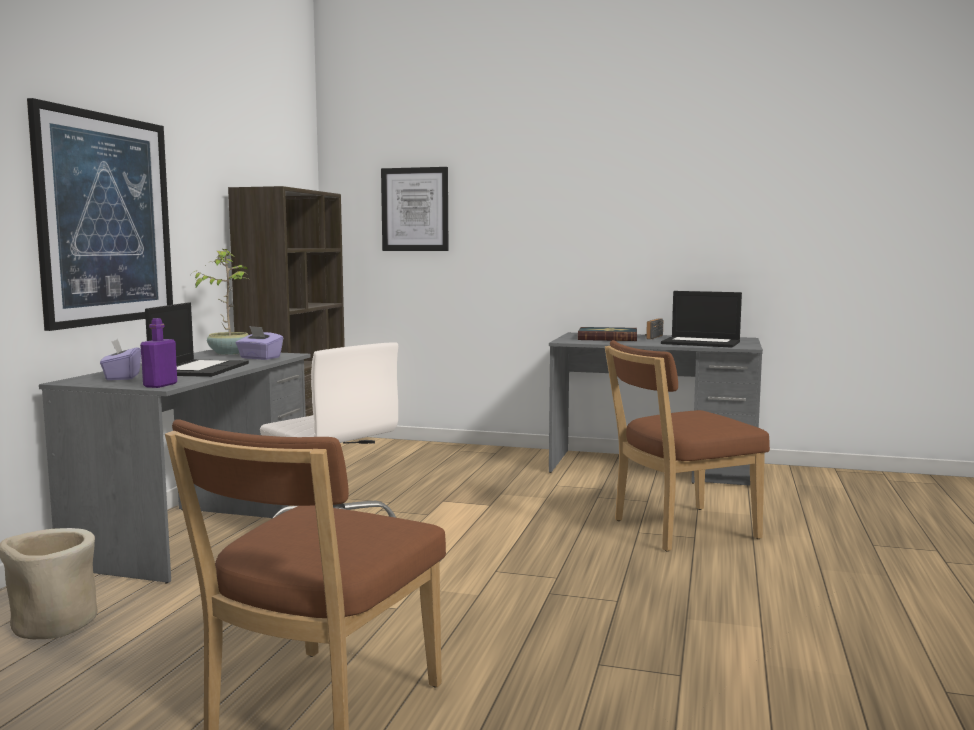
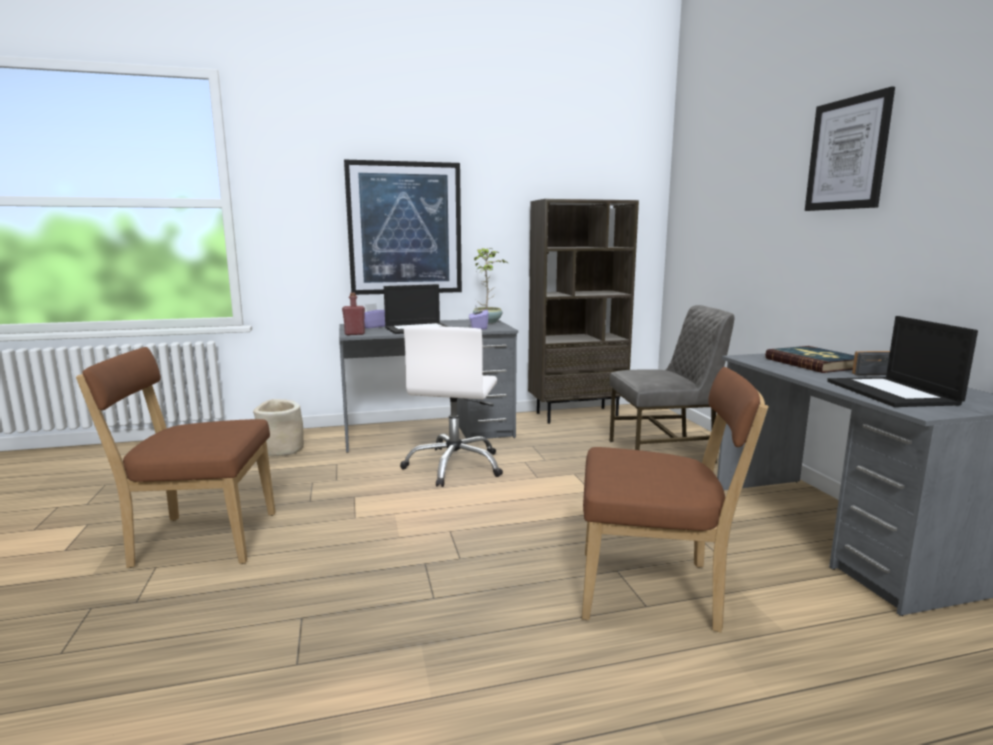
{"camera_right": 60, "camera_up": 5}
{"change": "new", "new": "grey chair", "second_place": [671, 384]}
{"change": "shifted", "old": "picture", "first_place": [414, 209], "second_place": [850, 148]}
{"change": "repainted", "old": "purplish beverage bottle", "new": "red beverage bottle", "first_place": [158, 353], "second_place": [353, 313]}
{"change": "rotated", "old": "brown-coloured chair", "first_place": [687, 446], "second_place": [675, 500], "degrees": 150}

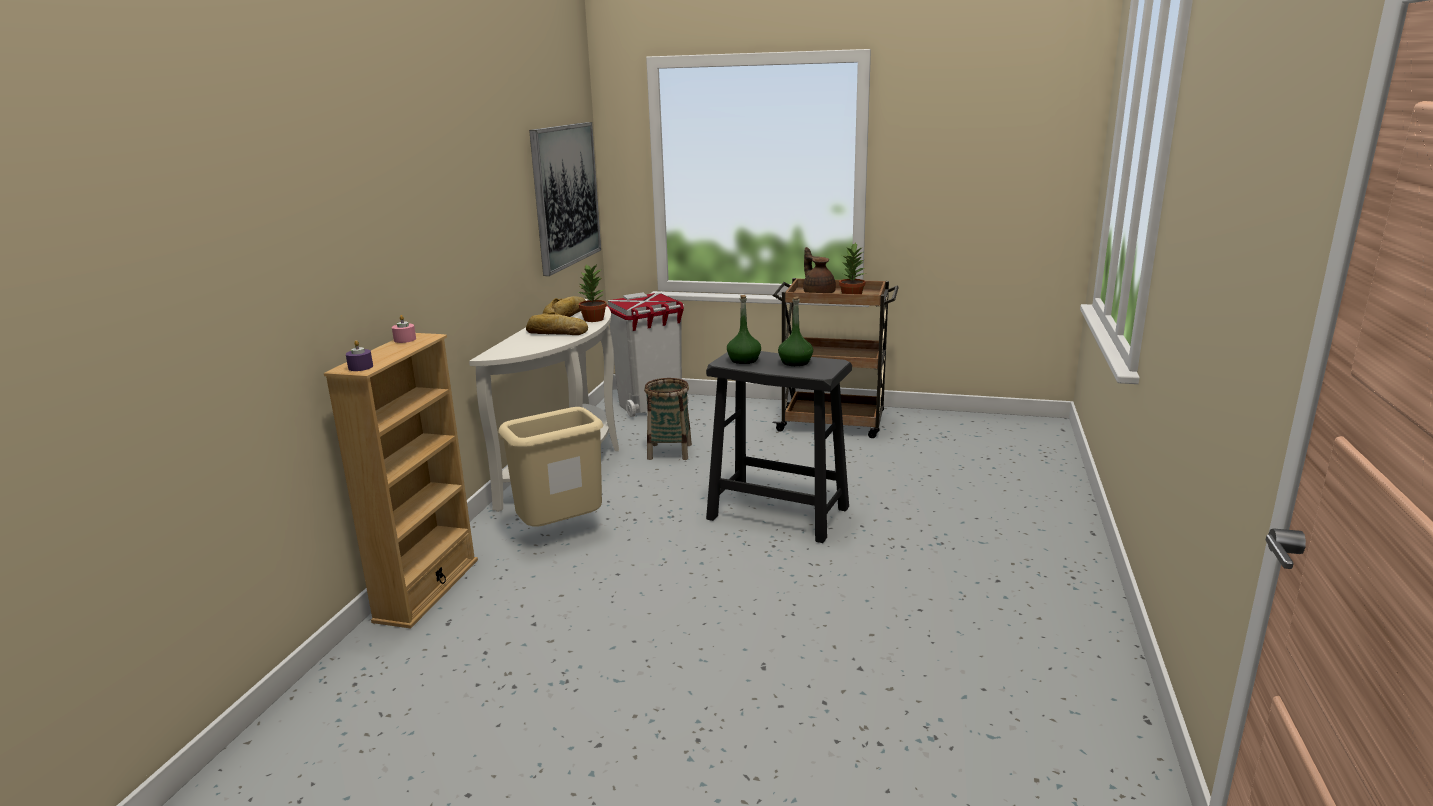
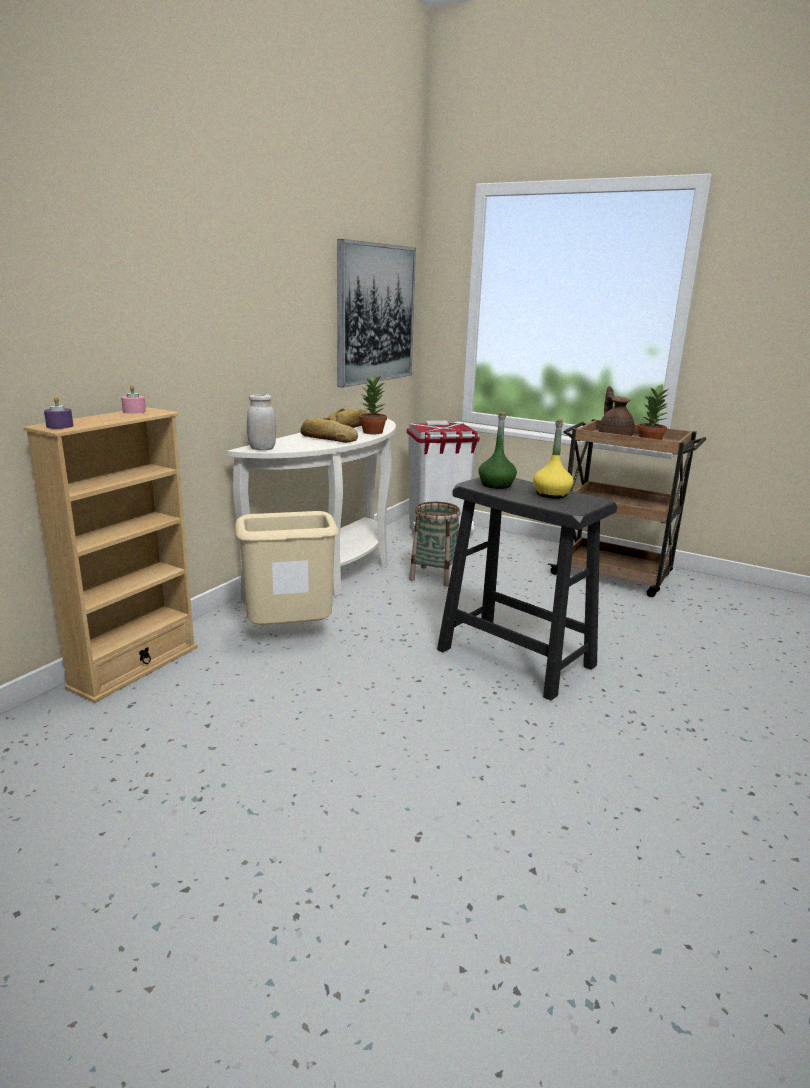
{"camera_right": 15, "camera_up": 0}
{"change": "new", "new": "whitish storage jar", "second_place": [261, 422]}
{"change": "repainted", "old": "greenish beverage bottle", "new": "yellowish beverage bottle", "first_place": [795, 331], "second_place": [553, 458]}

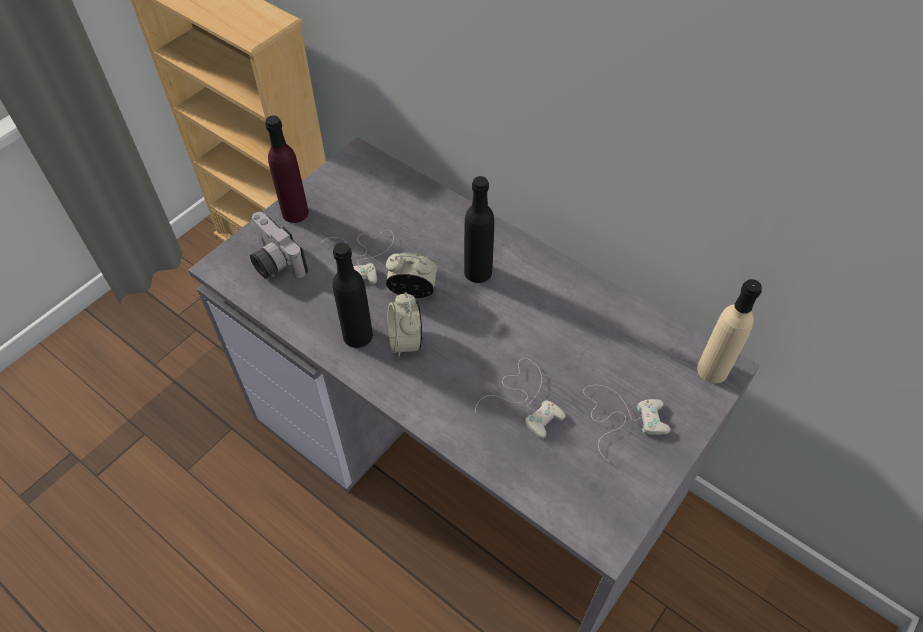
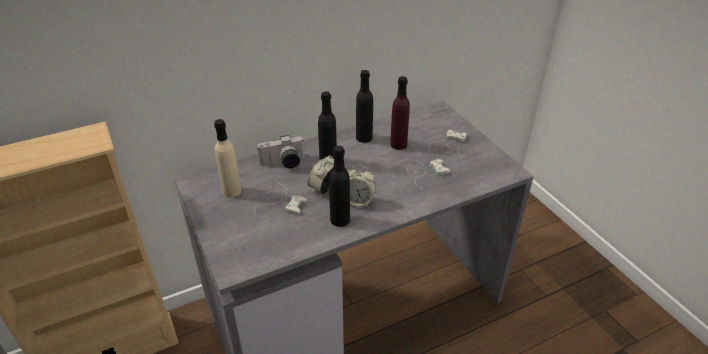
{"camera_right": -65, "camera_up": -15}
{"change": "new", "new": "black beverage bottle", "second_place": [364, 106]}
{"change": "shifted", "old": "still camera", "first_place": [279, 245], "second_place": [280, 151]}
{"change": "shifted", "old": "purplish beverage bottle", "first_place": [287, 169], "second_place": [400, 113]}
{"change": "shifted", "old": "beige beverage bottle", "first_place": [729, 331], "second_place": [227, 158]}

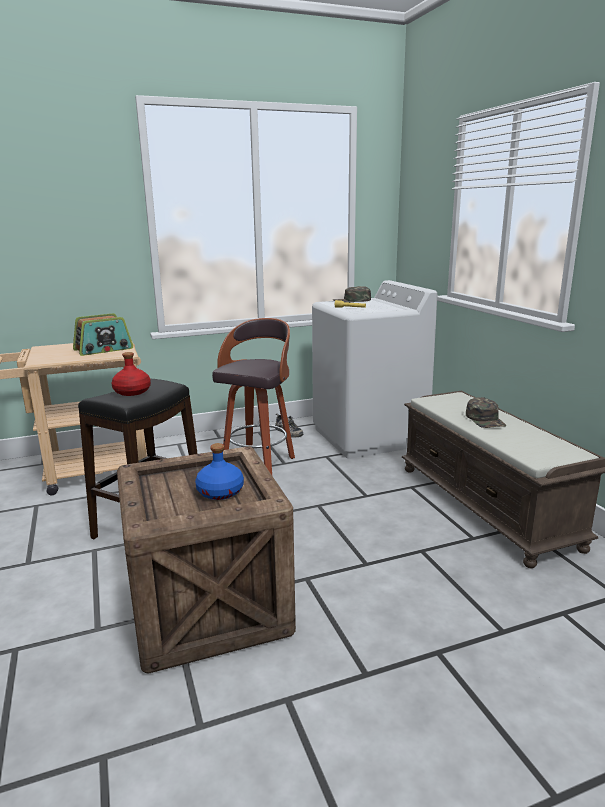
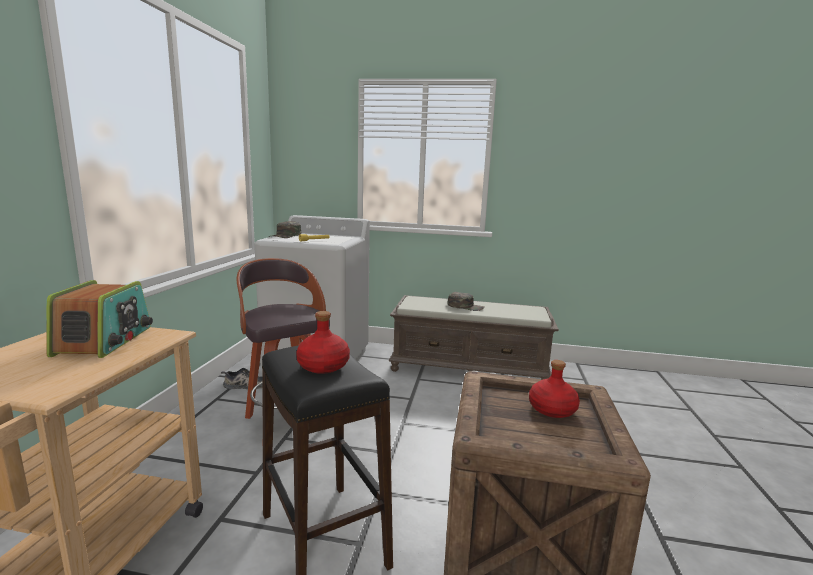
{"camera_right": -60, "camera_up": -5}
{"change": "repainted", "old": "blue-coloured beverage bottle", "new": "red beverage bottle", "first_place": [219, 471], "second_place": [554, 389]}

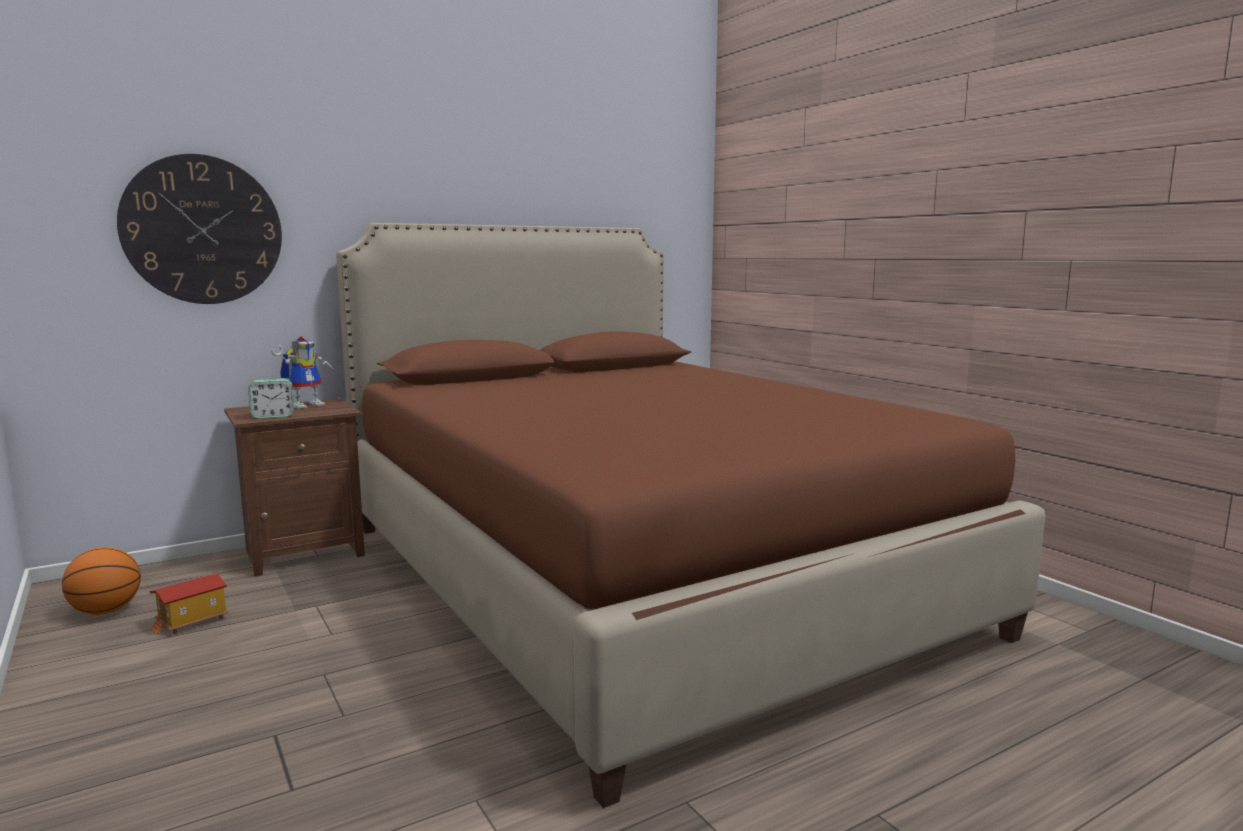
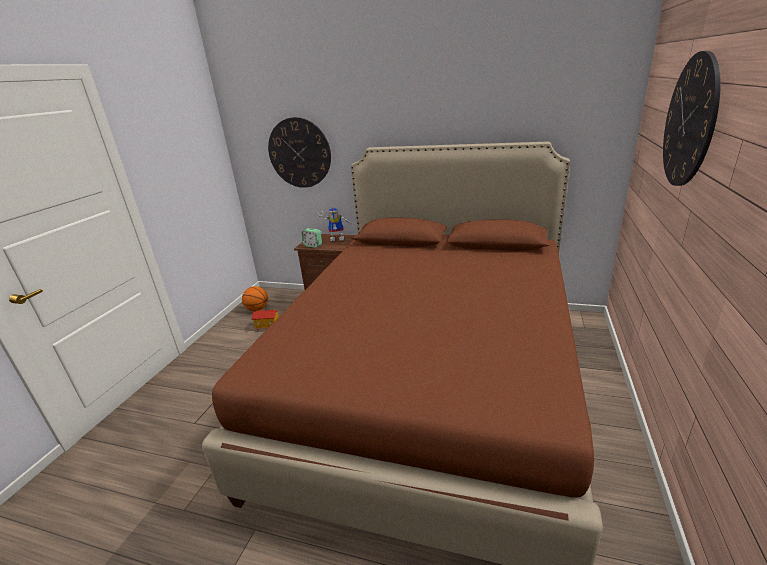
{"camera_right": 50, "camera_up": 15}
{"change": "new", "new": "clock on the wall", "second_place": [692, 118]}

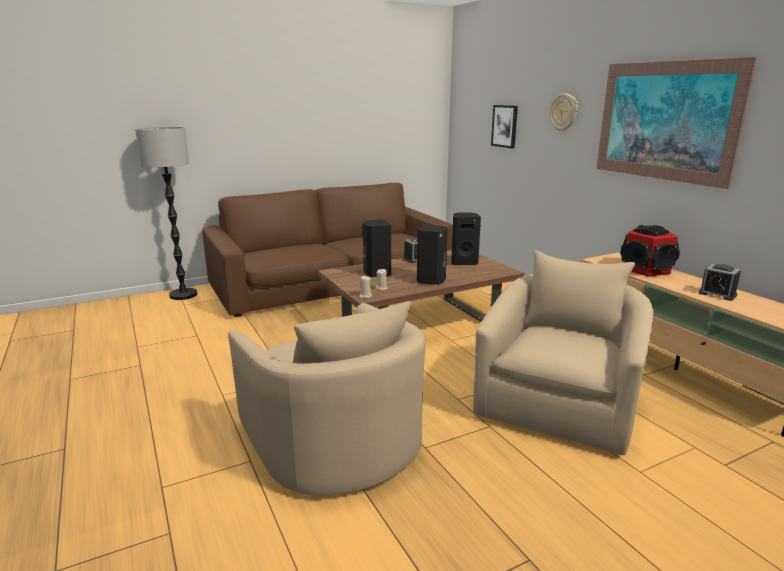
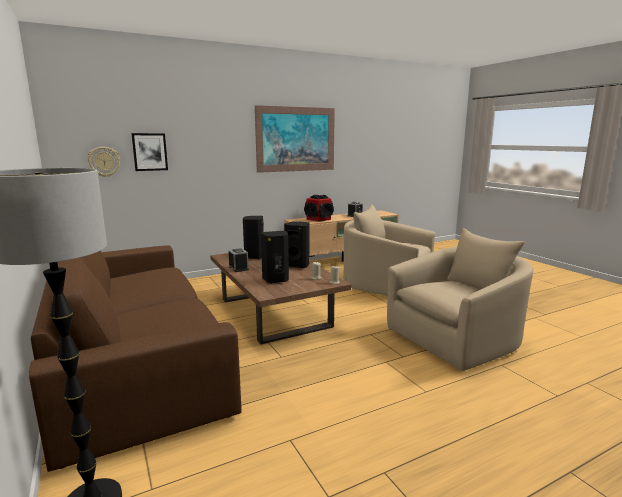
{"camera_right": -90, "camera_up": -5}
{"change": "shifted", "old": "clock on the wall", "first_place": [564, 112], "second_place": [103, 162]}

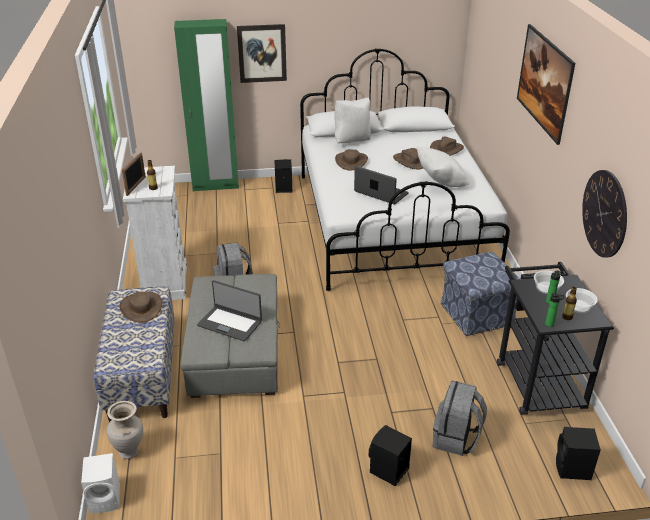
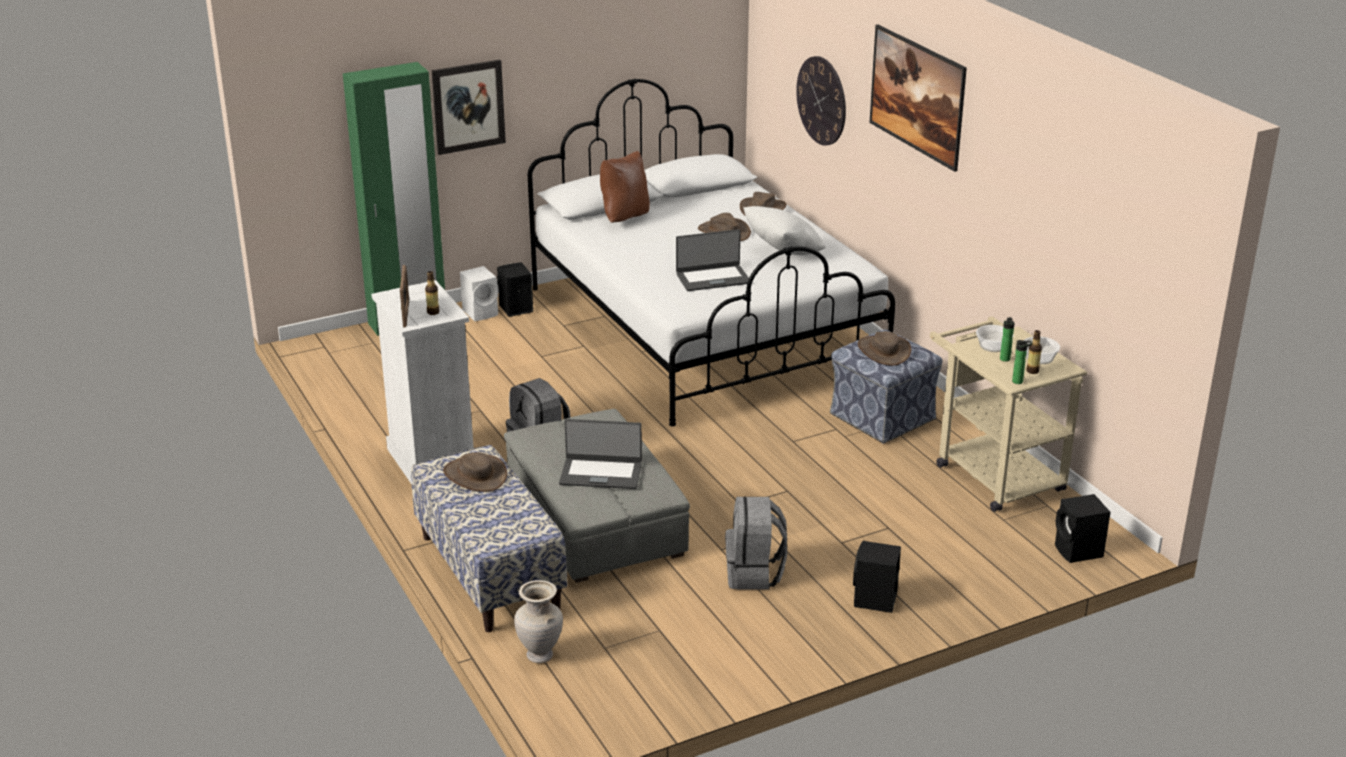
{"camera_right": -20, "camera_up": -5}
{"change": "shifted", "old": "whitish audio speaker", "first_place": [100, 483], "second_place": [479, 293]}
{"change": "shifted", "old": "brown-coloured wearable hat", "first_place": [351, 160], "second_place": [884, 348]}
{"change": "shifted", "old": "grey knapsack", "first_place": [460, 418], "second_place": [756, 543]}
{"change": "shifted", "old": "clock on the wall", "first_place": [604, 214], "second_place": [821, 101]}
{"change": "repainted", "old": "whitish cushion", "new": "brown-coloured cushion", "first_place": [352, 120], "second_place": [625, 187]}
{"change": "repainted", "old": "black wheeled cart", "new": "beige wheeled cart", "first_place": [555, 338], "second_place": [1008, 414]}
{"change": "rotated", "old": "portable computer", "first_place": [381, 185], "second_place": [712, 260], "degrees": 150}

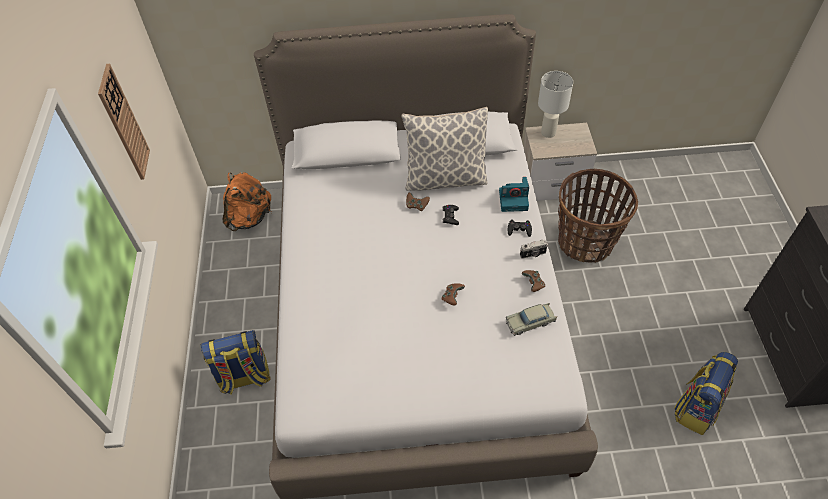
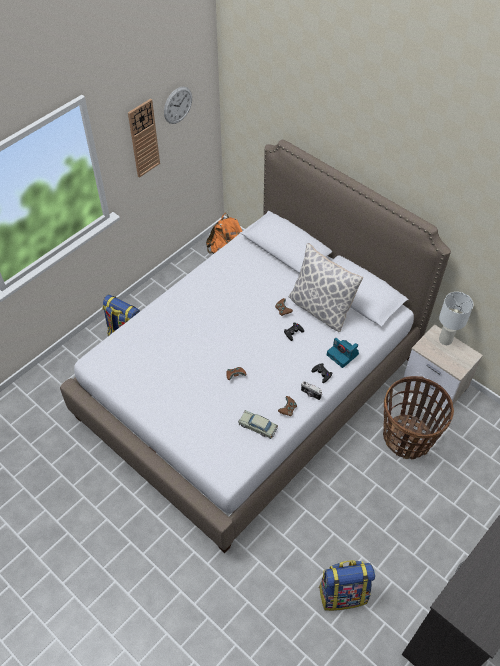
{"camera_right": 45, "camera_up": 0}
{"change": "new", "new": "clock on the wall", "second_place": [178, 105]}

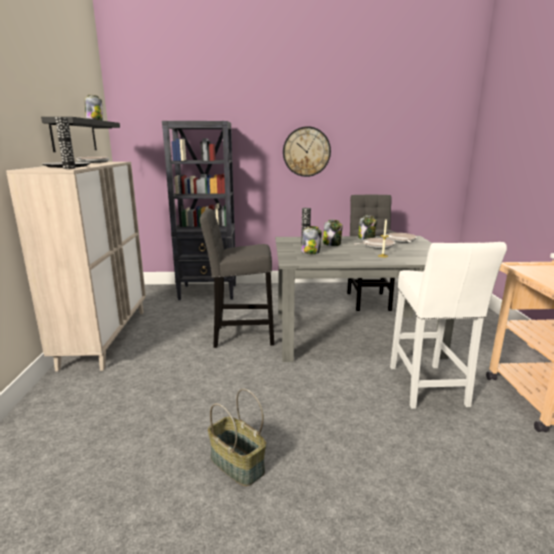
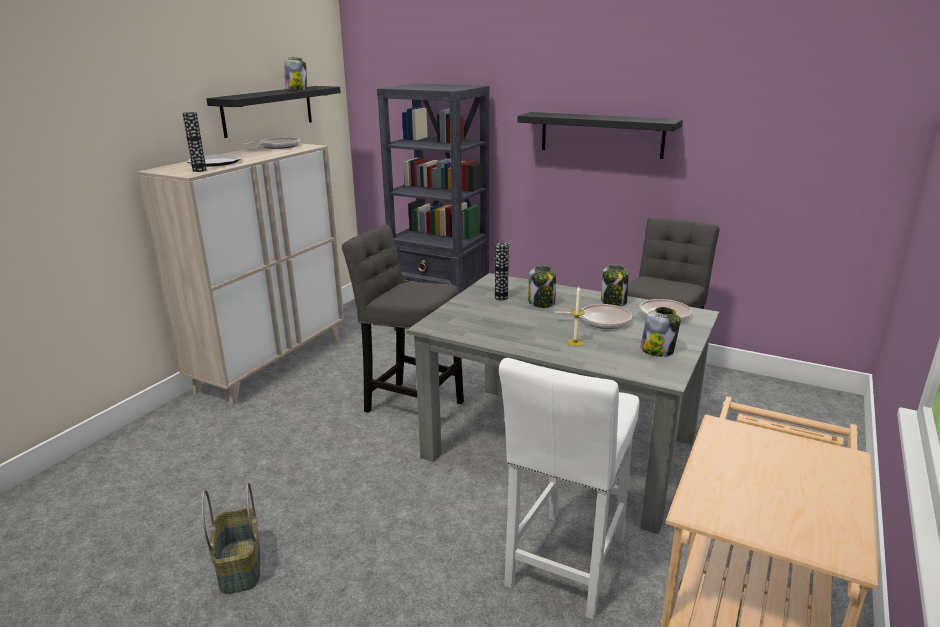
{"camera_right": 30, "camera_up": 5}
{"change": "shifted", "old": "storage jar", "first_place": [311, 240], "second_place": [660, 332]}
{"change": "swapped", "old": "clock on the wall", "new": "black bracket shelf", "first_place": [307, 151], "second_place": [600, 135]}

